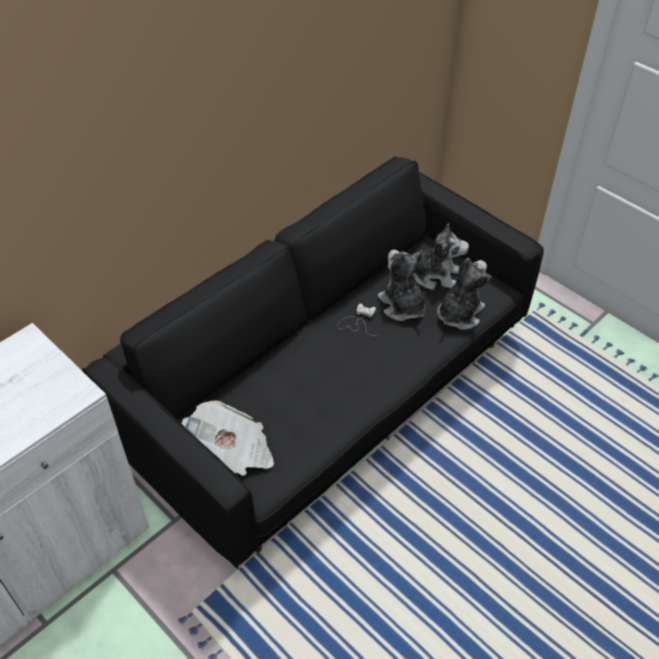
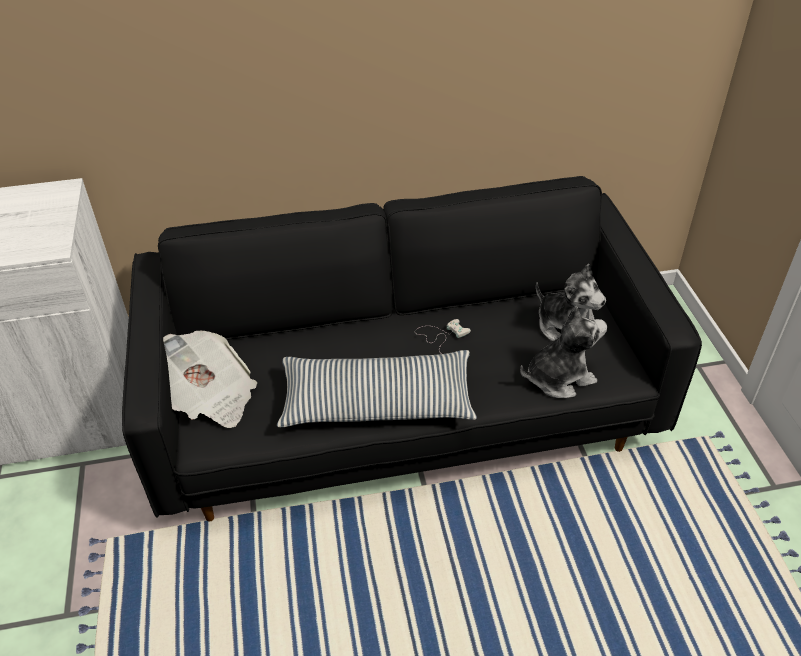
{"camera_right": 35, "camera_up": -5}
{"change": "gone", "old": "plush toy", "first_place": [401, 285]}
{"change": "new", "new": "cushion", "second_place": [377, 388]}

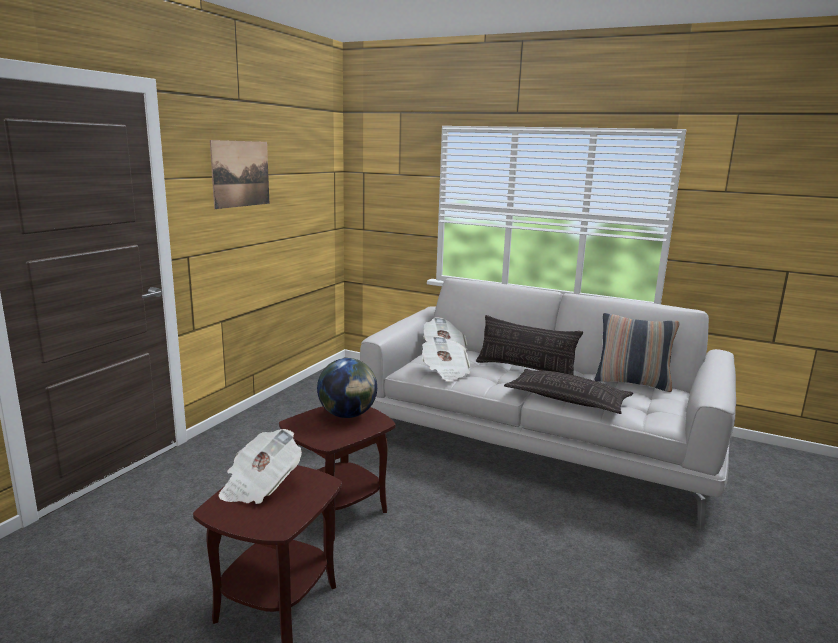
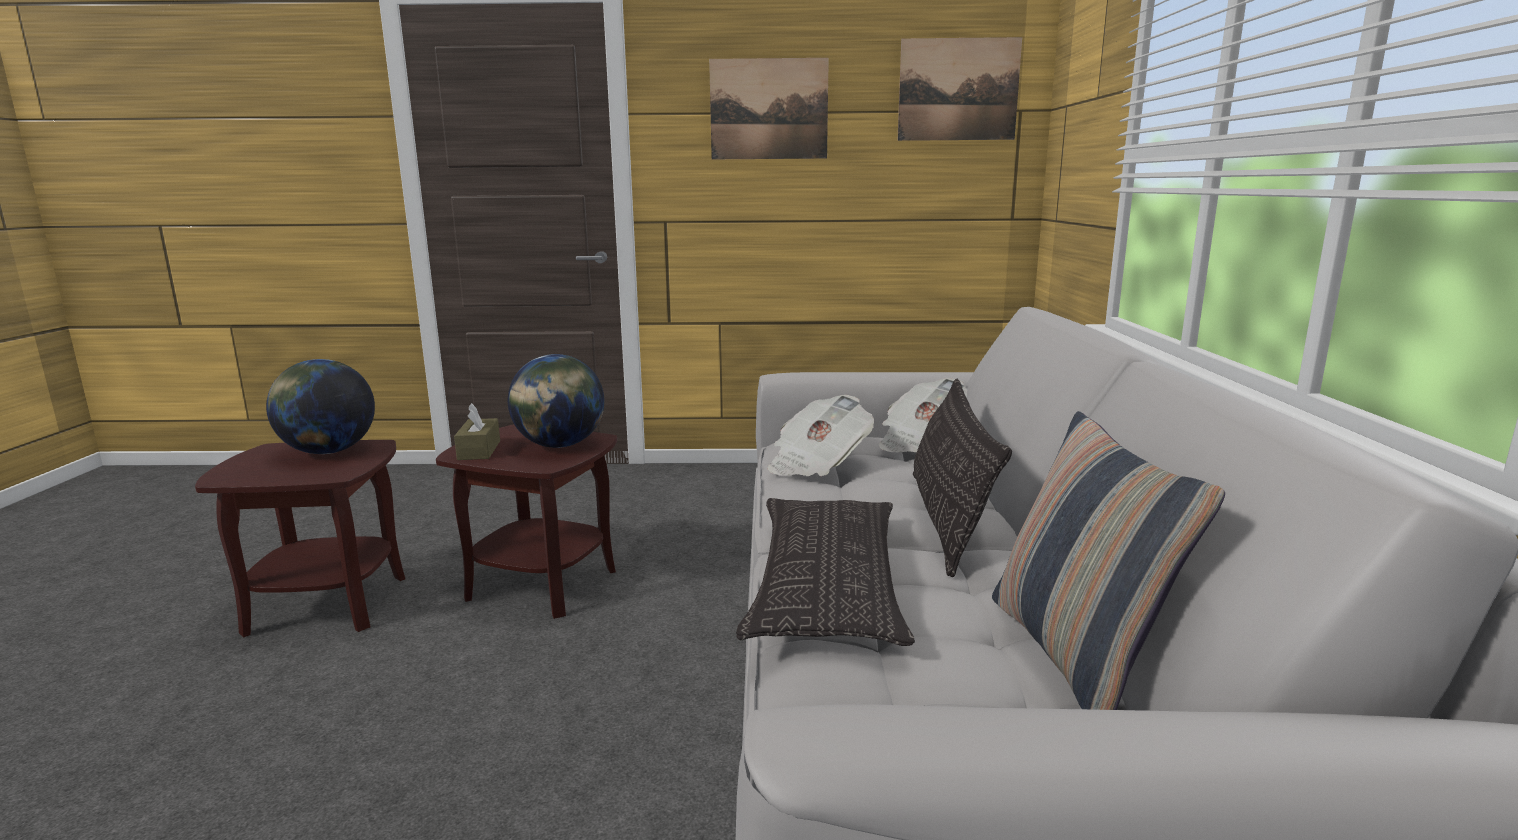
{"camera_right": 65, "camera_up": 0}
{"change": "new", "new": "brown-coloured tissue holder", "second_place": [477, 431]}
{"change": "new", "new": "picture", "second_place": [959, 89]}
{"change": "swapped", "old": "newspaper", "new": "globe", "first_place": [260, 466], "second_place": [320, 406]}

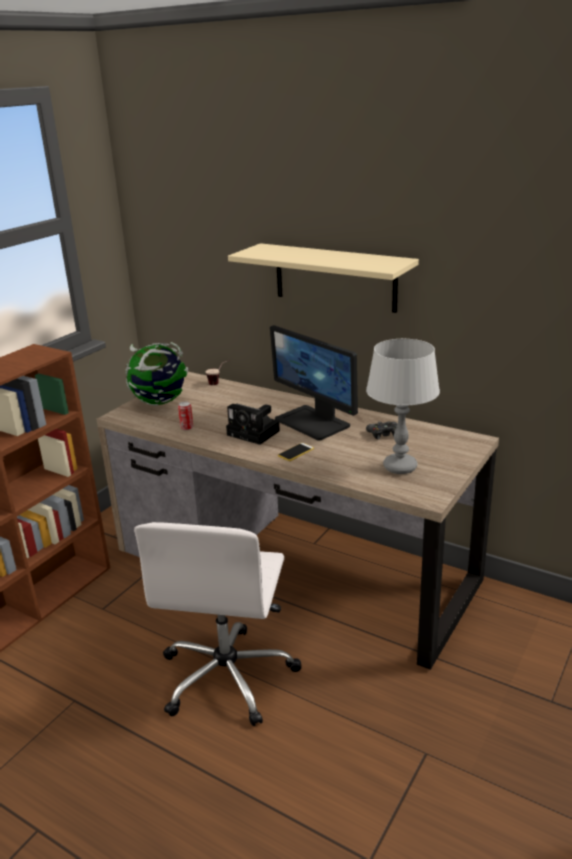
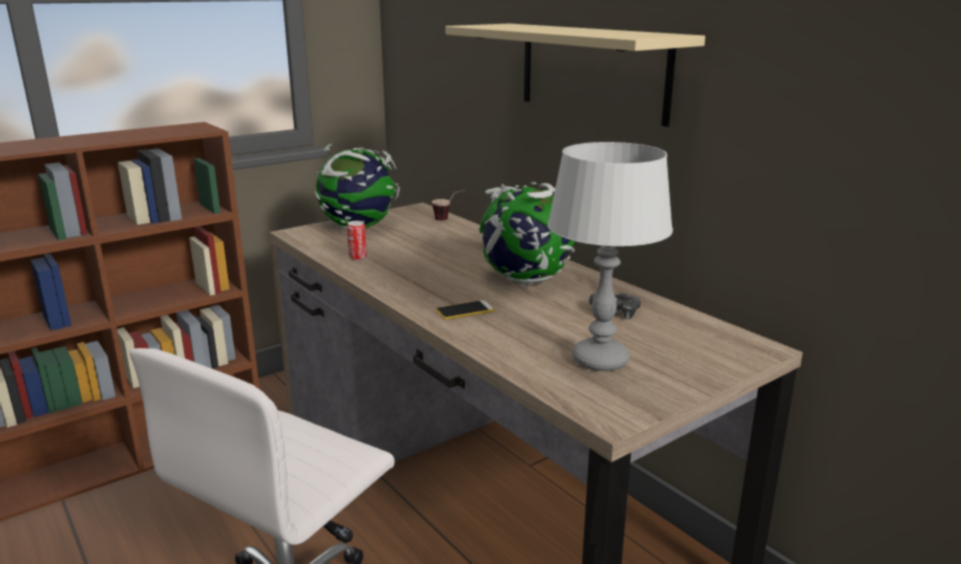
{"camera_right": 20, "camera_up": -5}
{"change": "gone", "old": "still camera", "first_place": [253, 424]}
{"change": "swapped", "old": "monitor", "new": "globe", "first_place": [314, 383], "second_place": [526, 233]}

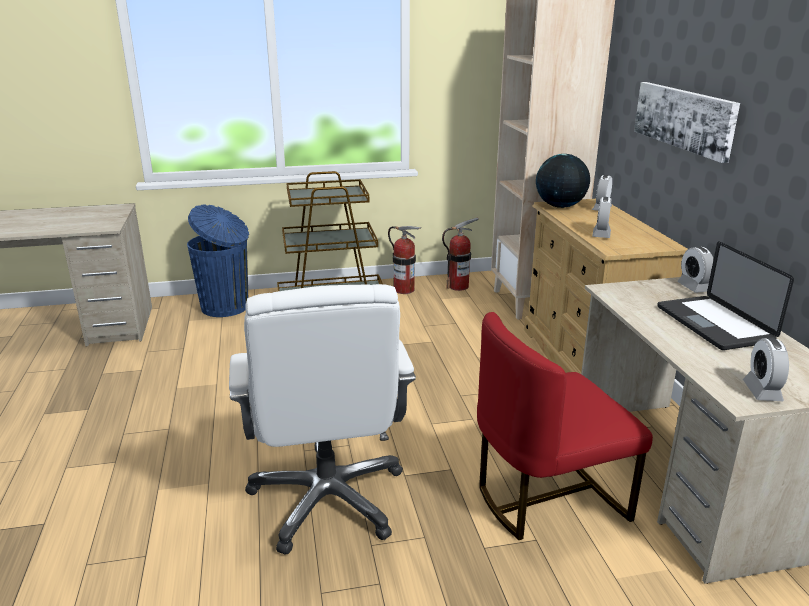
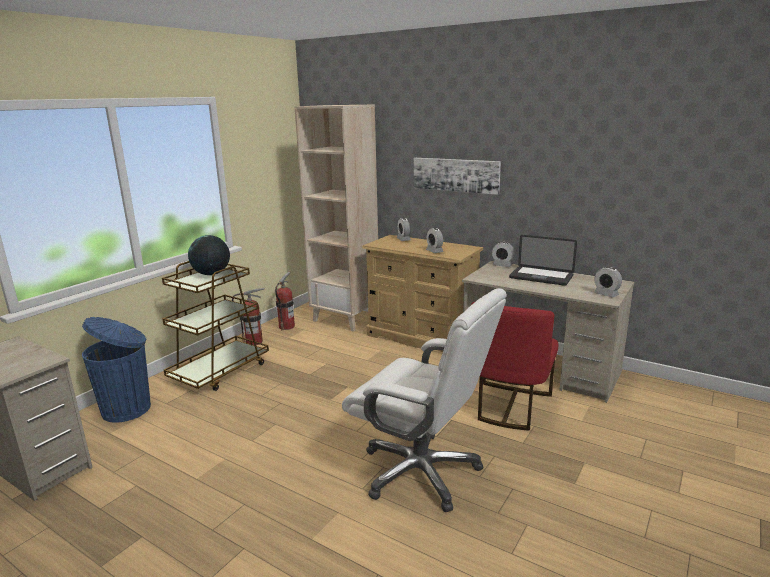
{"camera_right": -45, "camera_up": -5}
{"change": "shifted", "old": "globe", "first_place": [563, 181], "second_place": [209, 255]}

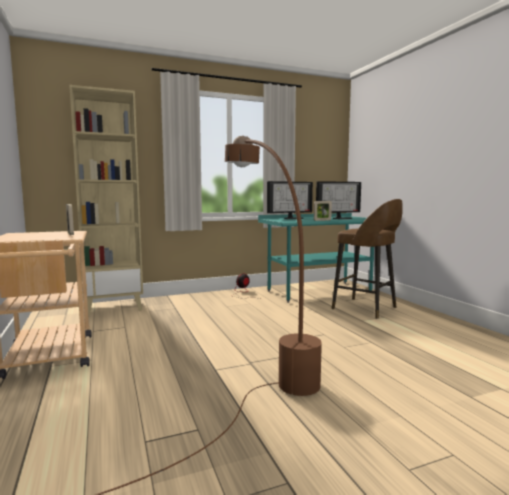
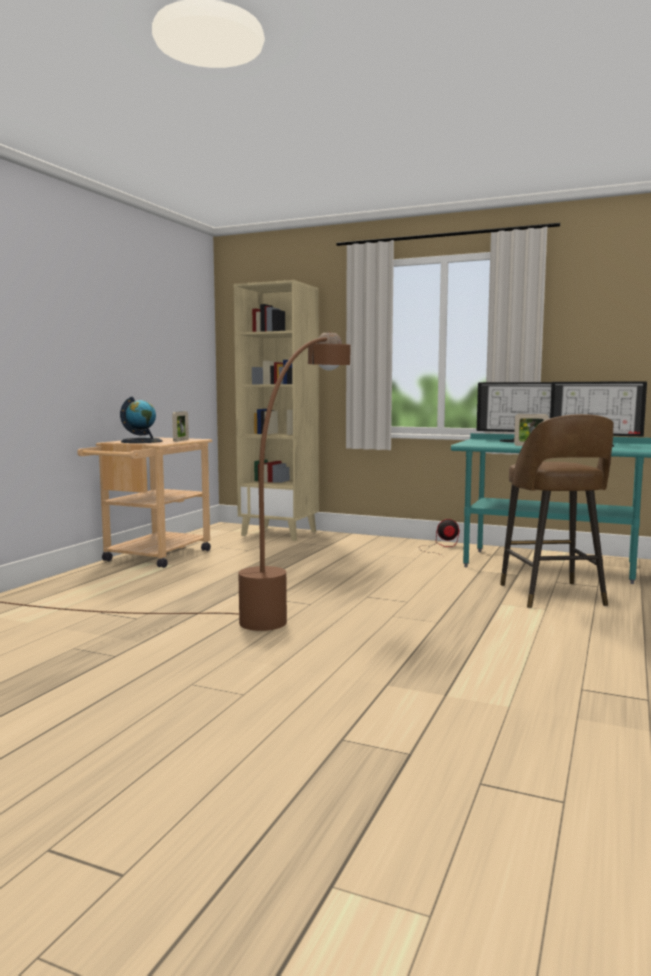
{"camera_right": 45, "camera_up": 0}
{"change": "new", "new": "globe", "second_place": [141, 419]}

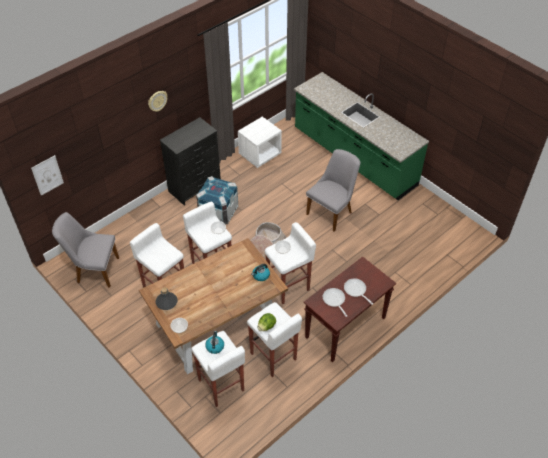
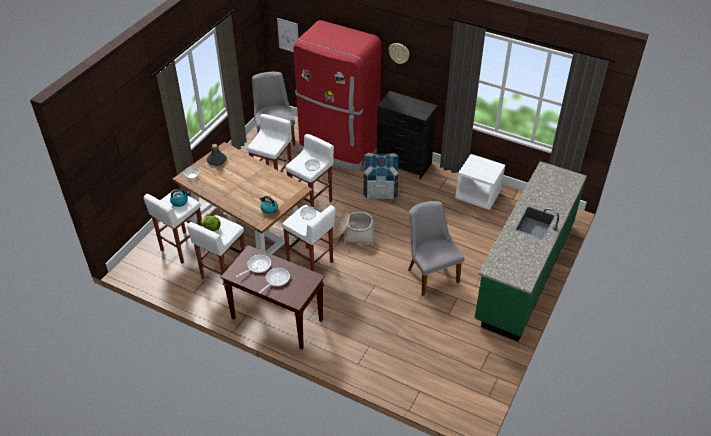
{"camera_right": 70, "camera_up": -5}
{"change": "new", "new": "red fridge", "second_place": [337, 95]}
{"change": "rotated", "old": "grey chair", "first_place": [333, 190], "second_place": [436, 248], "degrees": -135}

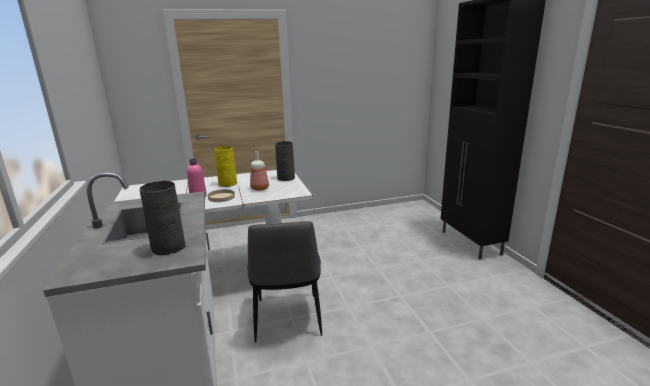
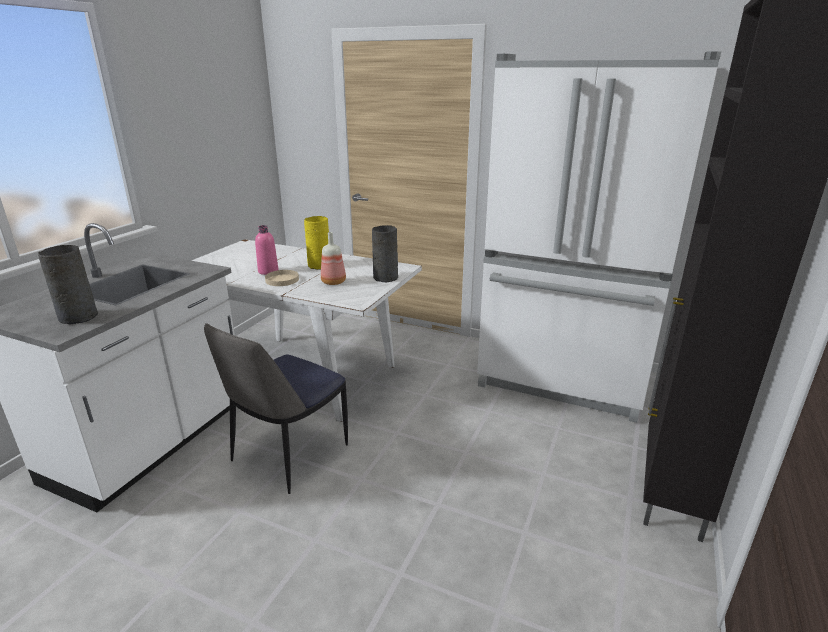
{"camera_right": 40, "camera_up": 5}
{"change": "new", "new": "whitish fridge", "second_place": [599, 237]}

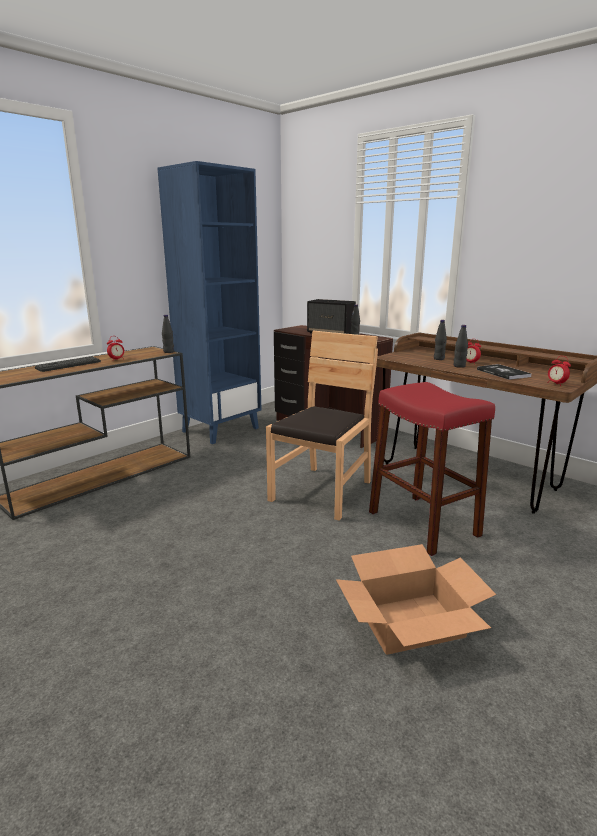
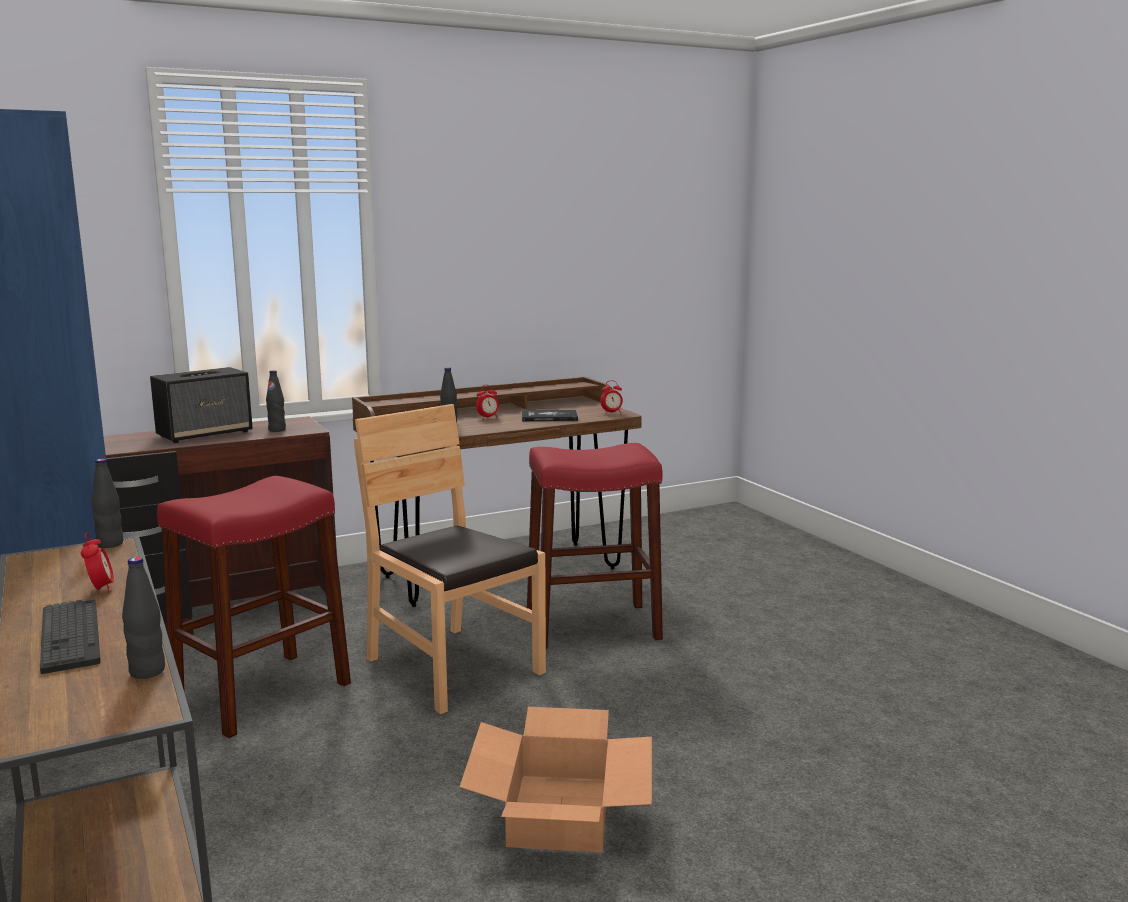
{"camera_right": -70, "camera_up": -5}
{"change": "new", "new": "red stool seat", "second_place": [254, 607]}
{"change": "shifted", "old": "cardboard box", "first_place": [416, 599], "second_place": [556, 779]}
{"change": "shifted", "old": "black beverage bottle", "first_place": [461, 346], "second_place": [143, 618]}

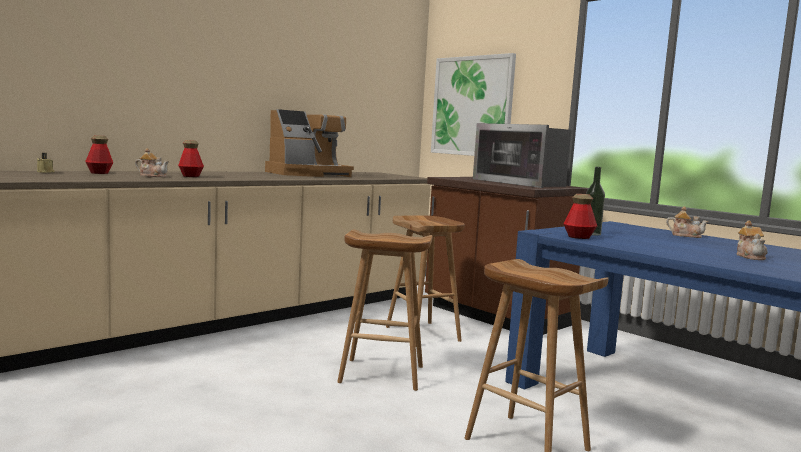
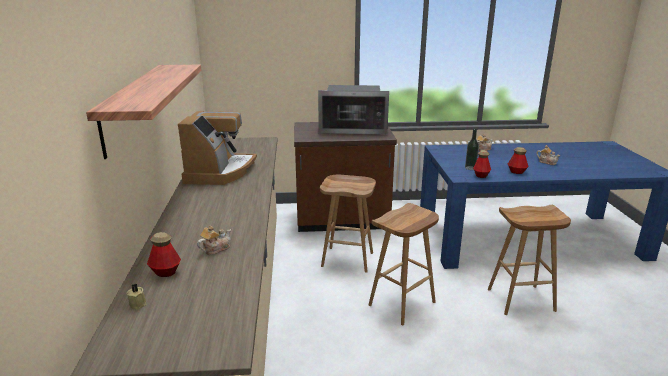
{"camera_right": -50, "camera_up": 15}
{"change": "gone", "old": "picture", "first_place": [473, 104]}
{"change": "new", "new": "bracket shelf", "second_place": [143, 112]}
{"change": "shifted", "old": "beverage bottle", "first_place": [191, 158], "second_place": [518, 160]}

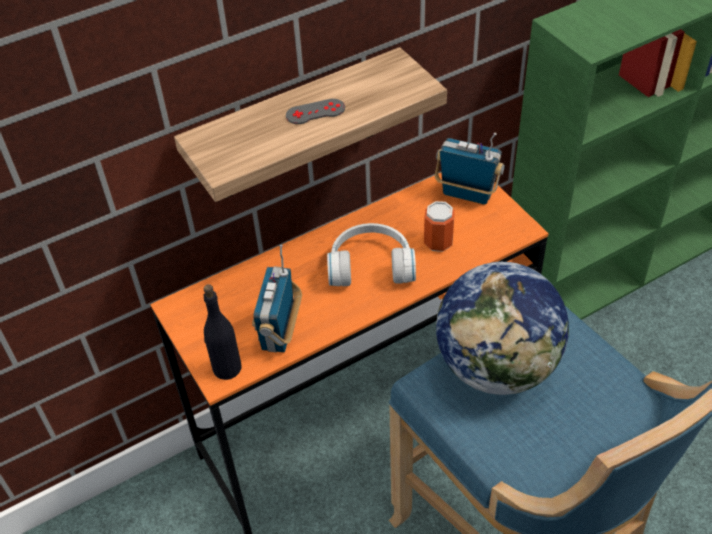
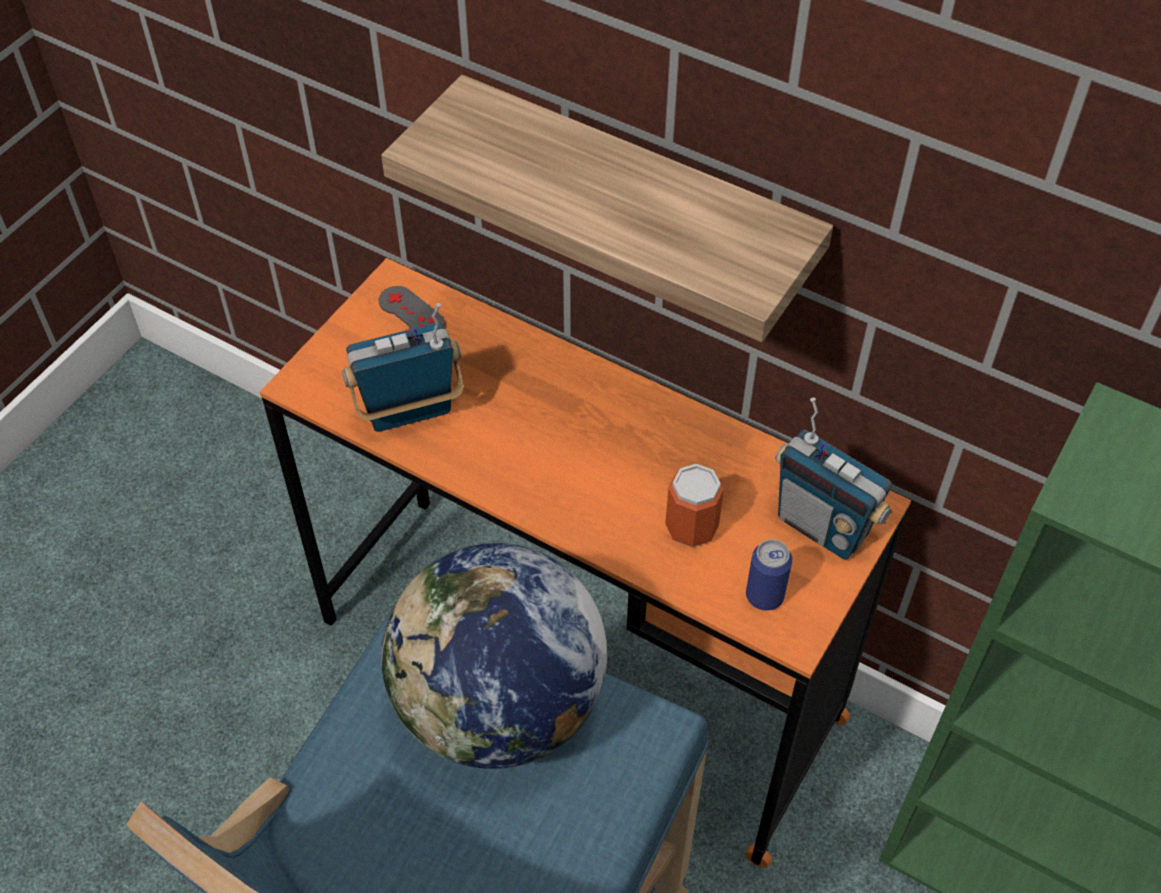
{"camera_right": 60, "camera_up": 5}
{"change": "gone", "old": "black beverage bottle", "first_place": [223, 332]}
{"change": "gone", "old": "whitish pair of headphones", "first_place": [371, 254]}
{"change": "new", "new": "metal can", "second_place": [769, 575]}
{"change": "shifted", "old": "grey joypad", "first_place": [315, 111], "second_place": [412, 308]}
{"change": "rotated", "old": "radio set", "first_place": [470, 169], "second_place": [834, 478], "degrees": 135}

